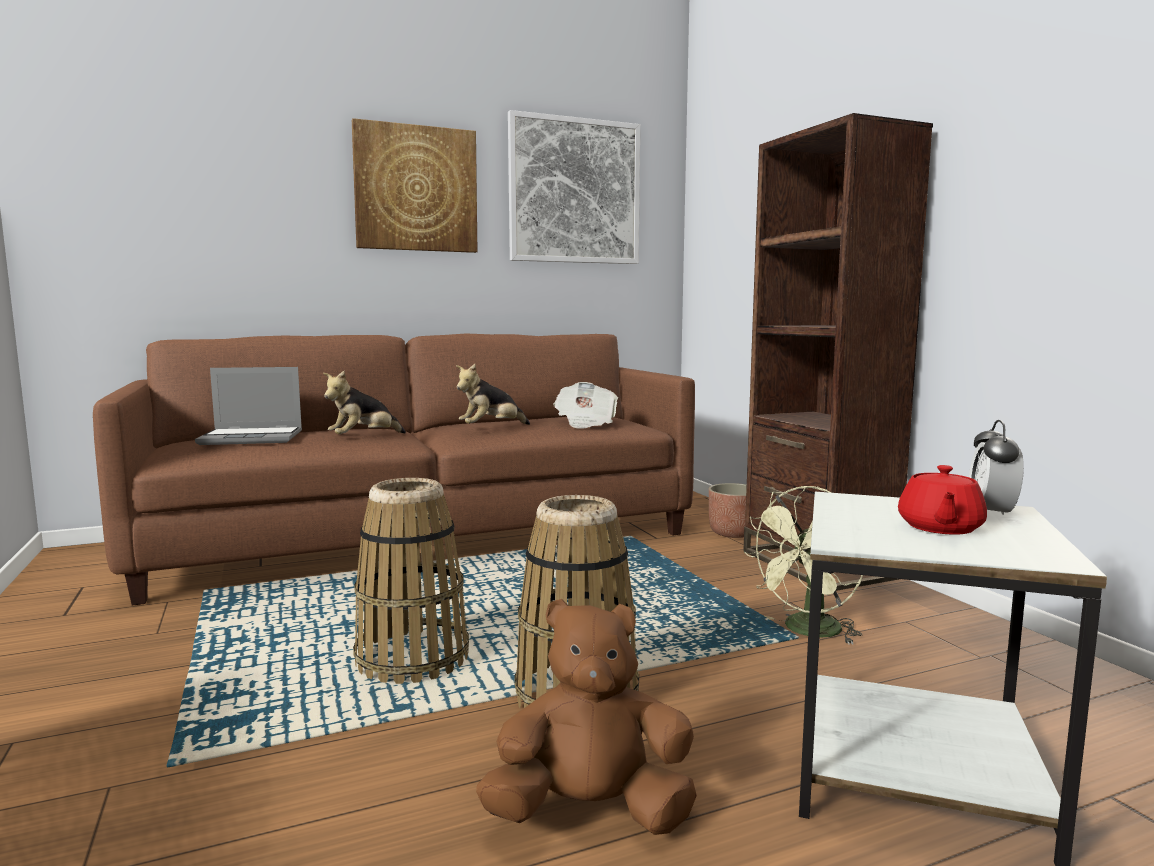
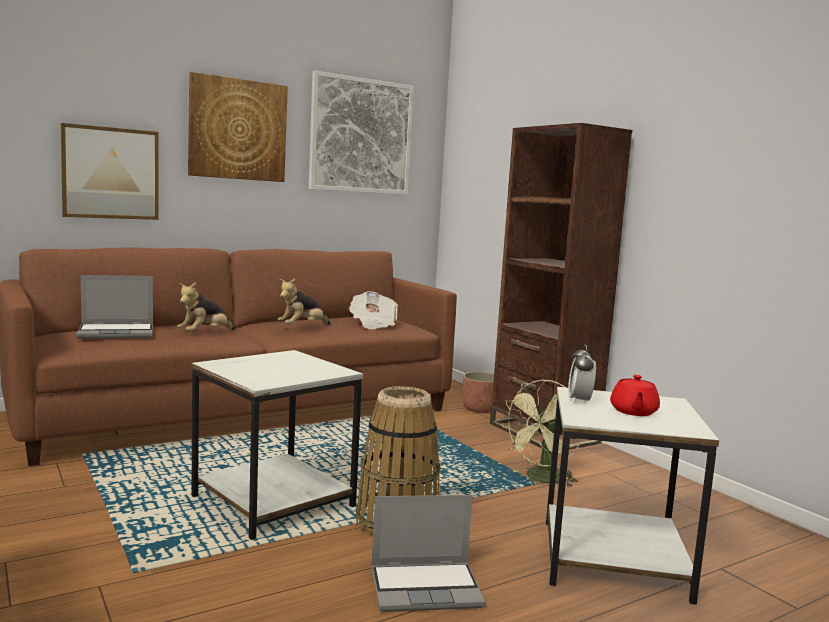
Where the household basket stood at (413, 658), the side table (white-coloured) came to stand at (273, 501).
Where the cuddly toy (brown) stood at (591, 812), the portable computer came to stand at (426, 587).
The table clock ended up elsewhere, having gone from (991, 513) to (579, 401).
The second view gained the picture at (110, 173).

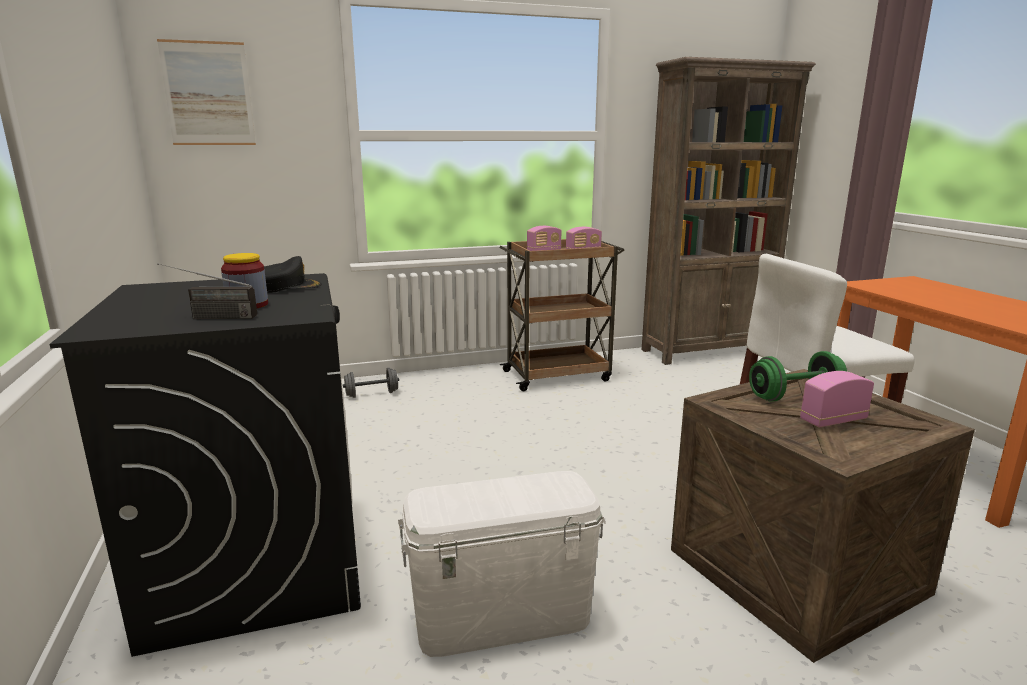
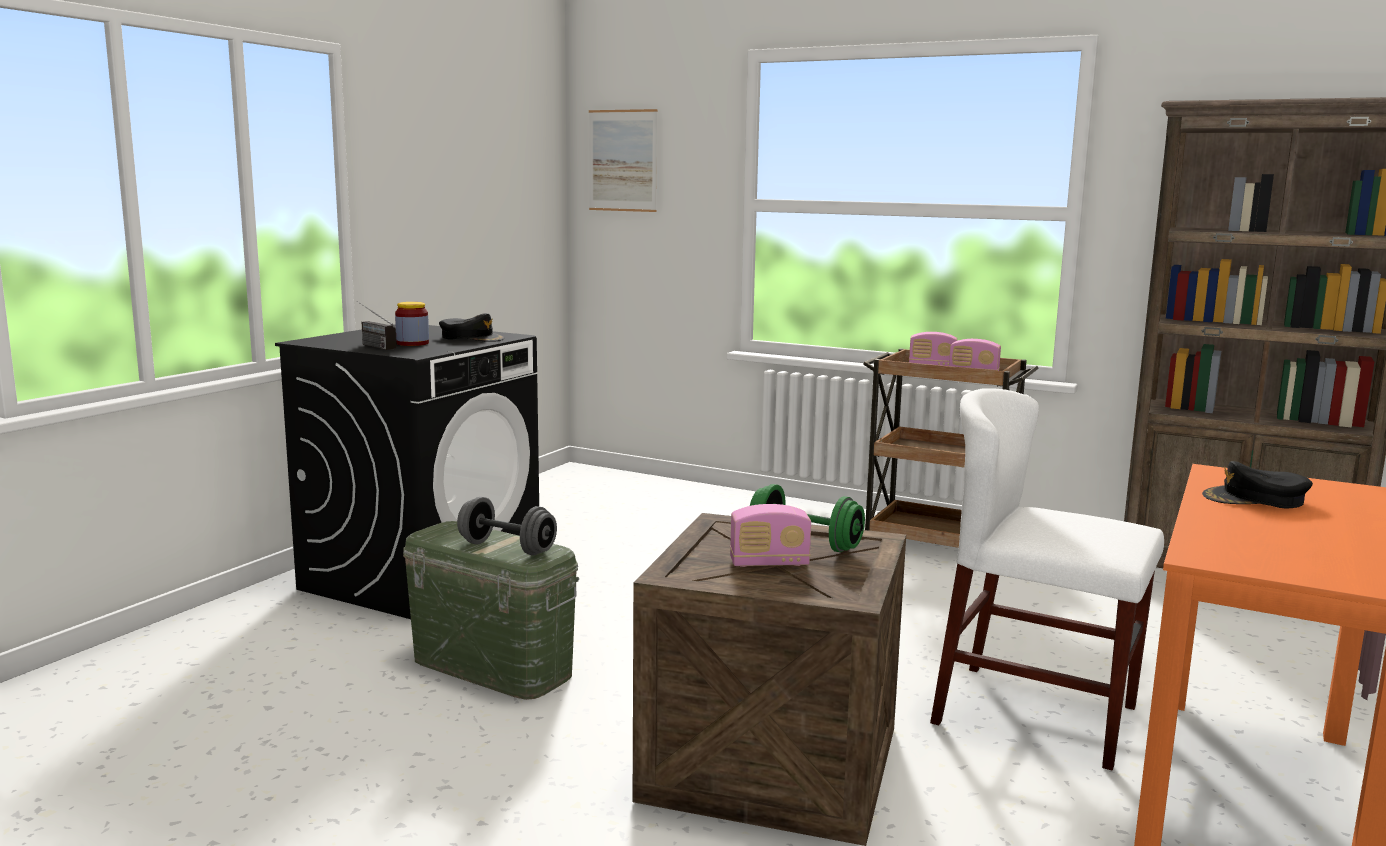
The hand weight (gray) ended up elsewhere, having gone from (372, 394) to (507, 548).
What was the storage bin (white-coloured) at (502, 616) turned into the storage bin (green-coloured) at (492, 667).
The radio receiver at (833, 420) ended up facing another way, 150 degrees clockwise from before.
The second view gained the baseball cap (black-coloured) at (1255, 499).

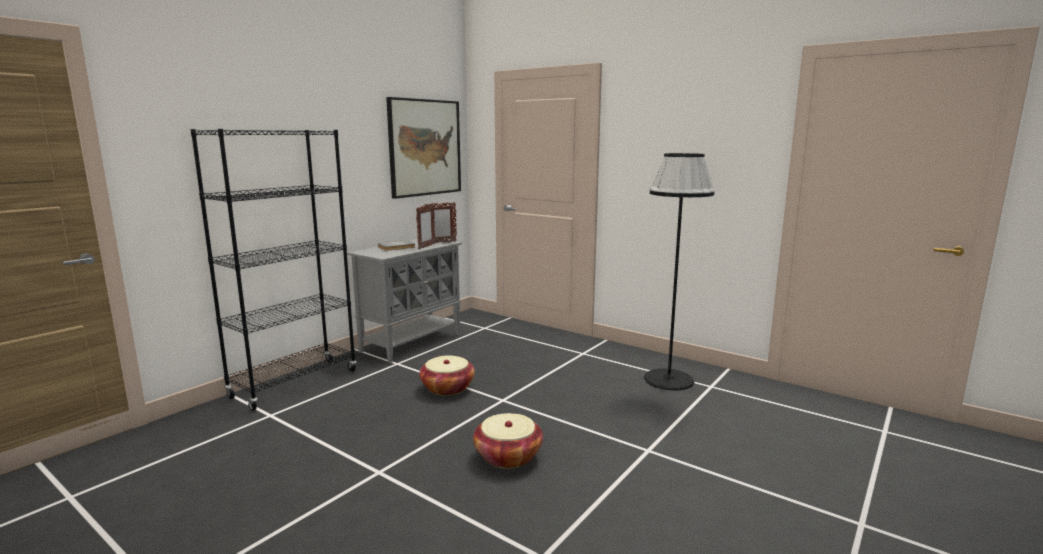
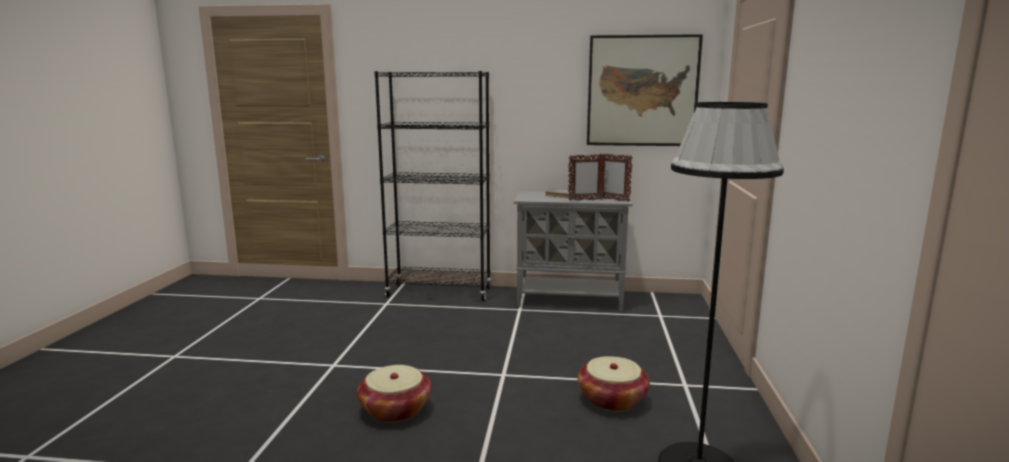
The household basket ended up elsewhere, having gone from (447, 388) to (612, 399).

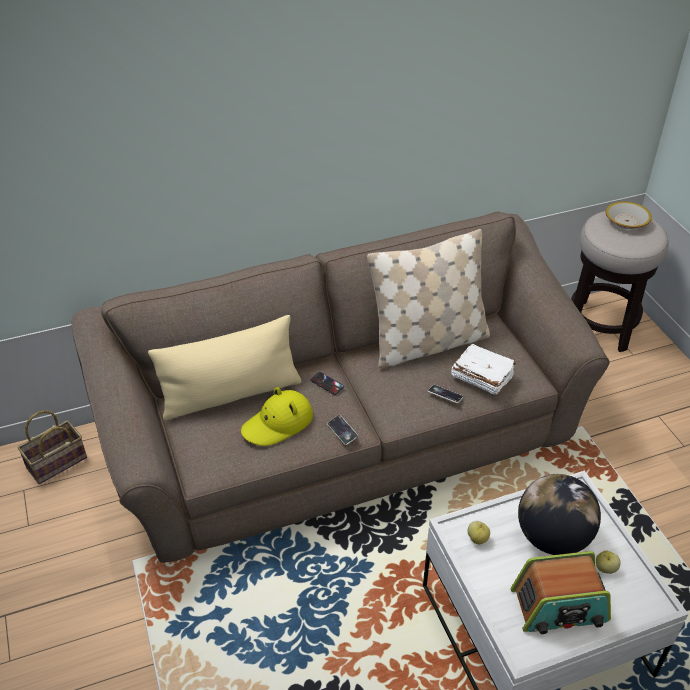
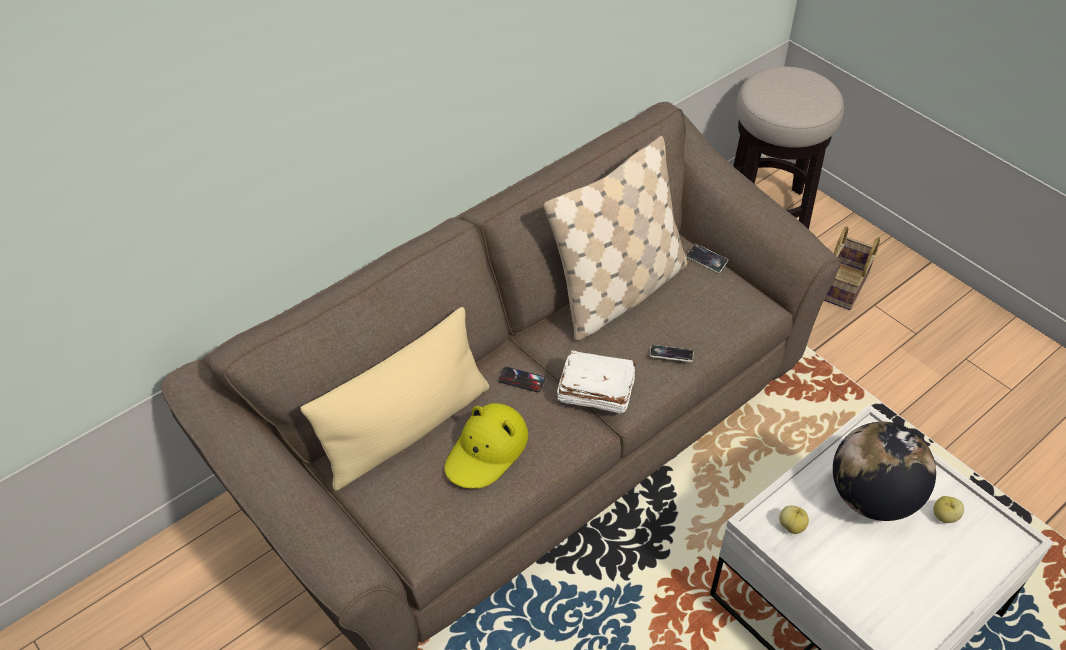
The household basket ended up elsewhere, having gone from (56, 464) to (845, 287).
The handset ended up elsewhere, having gone from (342, 431) to (706, 260).
The volume (white-coloured) ended up elsewhere, having gone from (481, 377) to (595, 391).
The second view lost the radio receiver at (559, 606).
The second view lost the serving bowl at (626, 221).

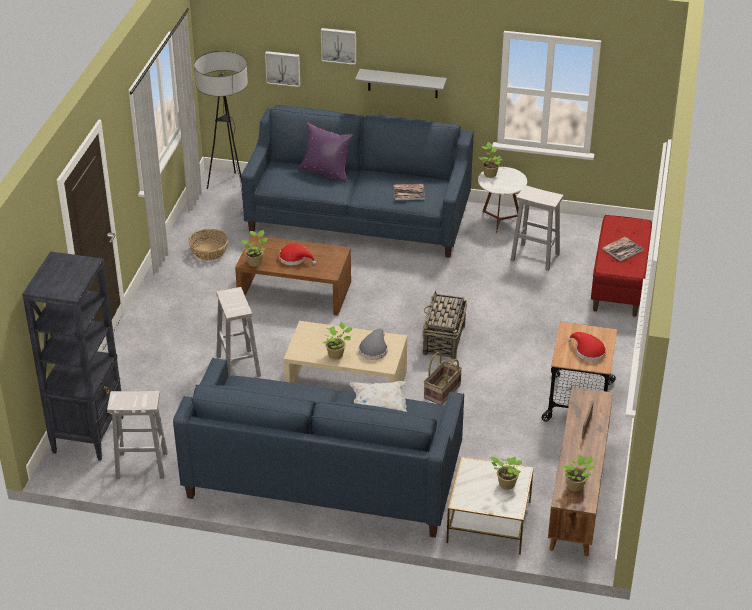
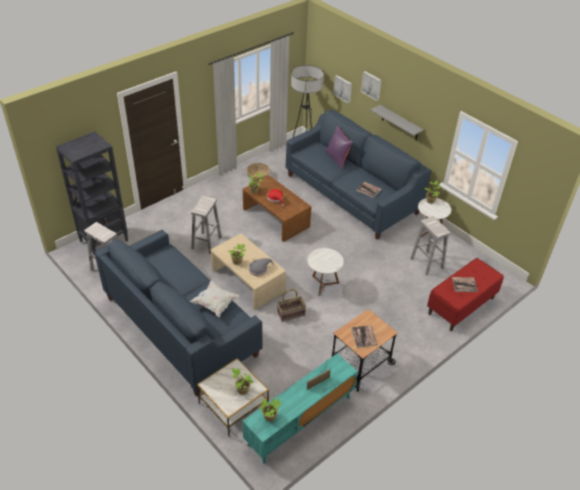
Where the household basket stood at (443, 340), the side table (white-coloured) came to stand at (323, 285).
What was the media console (brown) at (578, 494) turned into the media console (turquoise-coloured) at (300, 421).
Where the hat (red) stood at (588, 351), the volume came to stand at (364, 336).

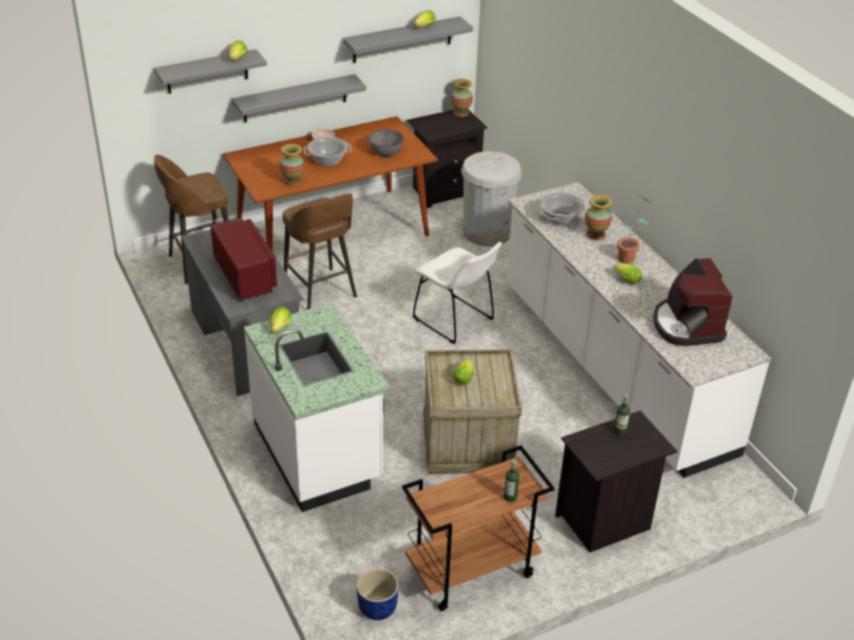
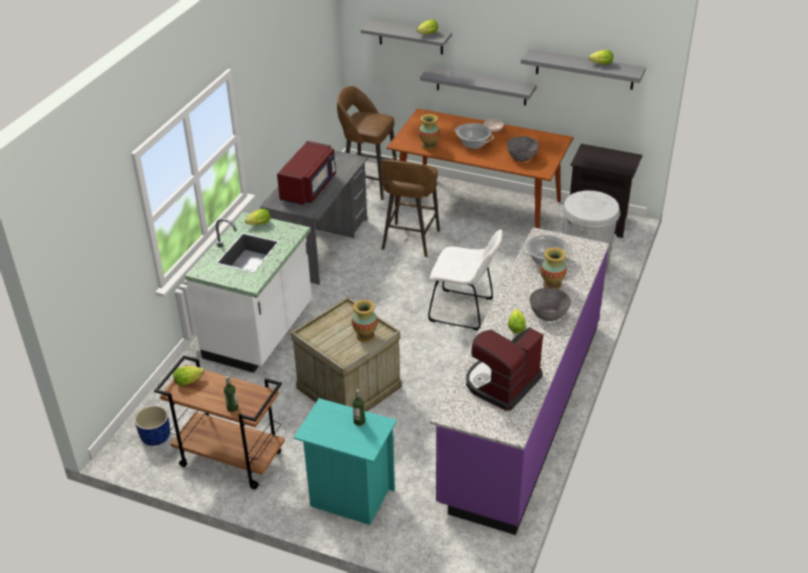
The upright chair (white-coloured) at (456, 321) ended up facing another way, 75 degrees counterclockwise from before.
The vase ended up elsewhere, having gone from (460, 113) to (365, 336).
The lettuce ended up elsewhere, having gone from (463, 378) to (190, 381).
What was the counter (white-coloured) at (612, 368) turned into the counter (purple) at (521, 410).
What was the night table (black-coloured) at (605, 522) turned into the night table (turquoise-coloured) at (349, 497).
Where the houseplant stood at (629, 257), the serving bowl (gray) came to stand at (548, 314).

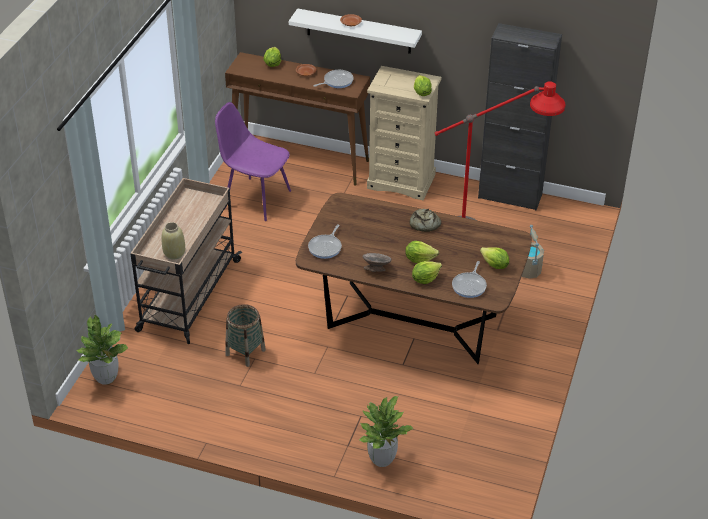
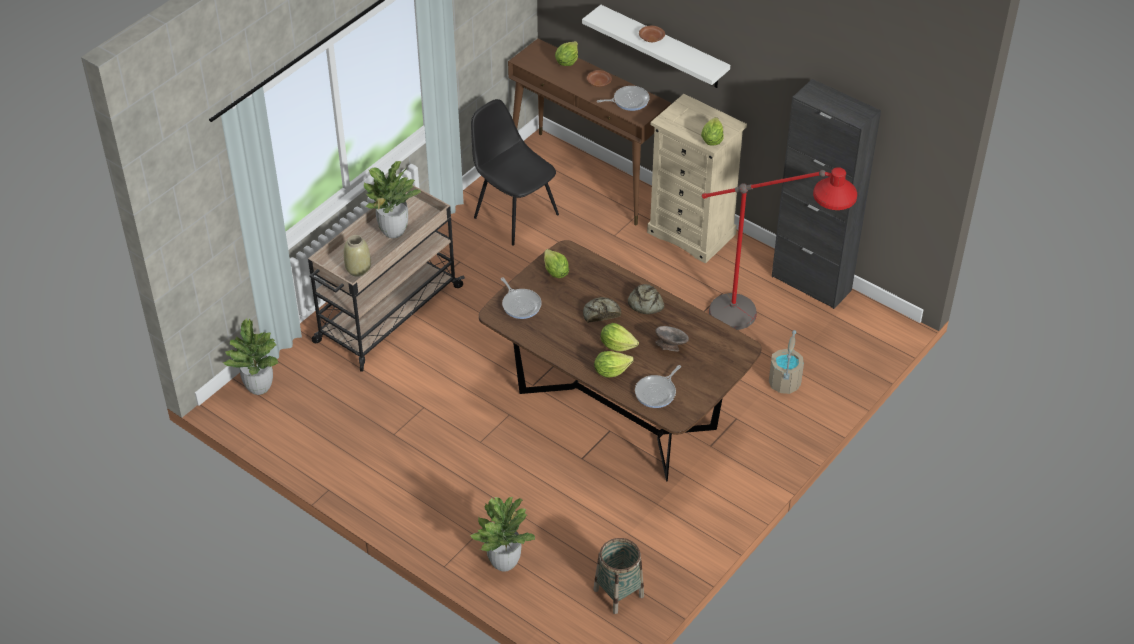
What was the upright chair (purple) at (255, 198) turned into the upright chair (black-coloured) at (514, 215).
The household basket ended up elsewhere, having gone from (245, 352) to (618, 593).
The frying pan at (326, 247) ended up facing another way, 75 degrees counterclockwise from before.
The serving bowl (gray) ended up elsewhere, having gone from (376, 269) to (670, 346).
The lettuce ended up elsewhere, having gone from (494, 265) to (555, 272).
The second view gained the houseplant at (393, 231).
The second view gained the bakery bread at (600, 313).

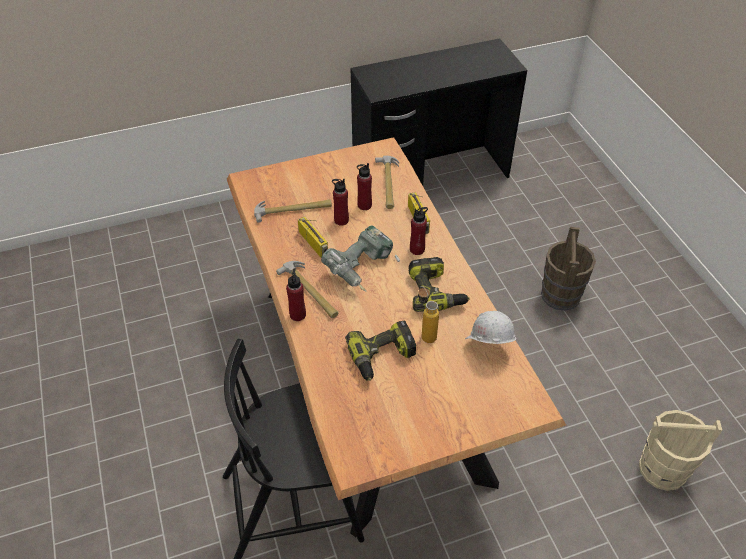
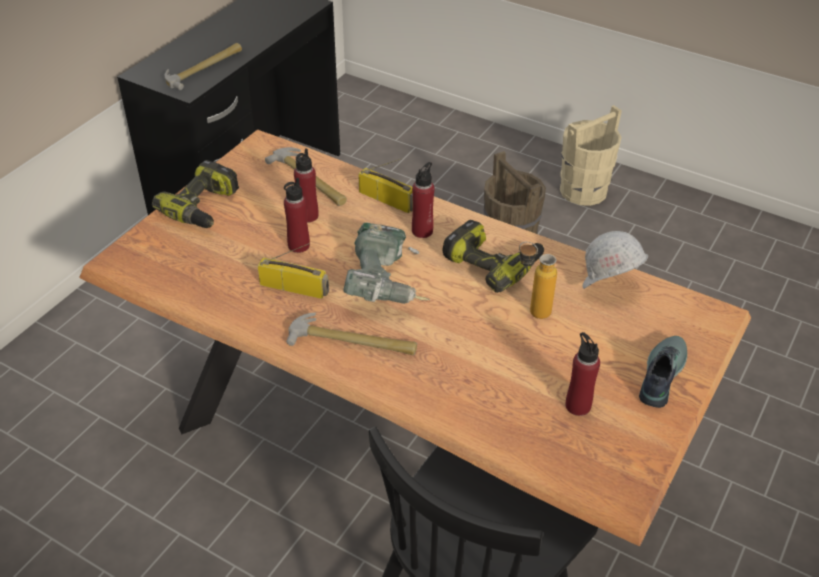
The tool hammer ended up elsewhere, having gone from (293, 210) to (204, 68).
The bottle (red) ended up elsewhere, having gone from (298, 314) to (578, 405).
The electric drill ended up elsewhere, having gone from (382, 357) to (204, 207).
The bucket (beige) ended up elsewhere, having gone from (663, 469) to (583, 191).
The second view gained the shoe at (659, 375).

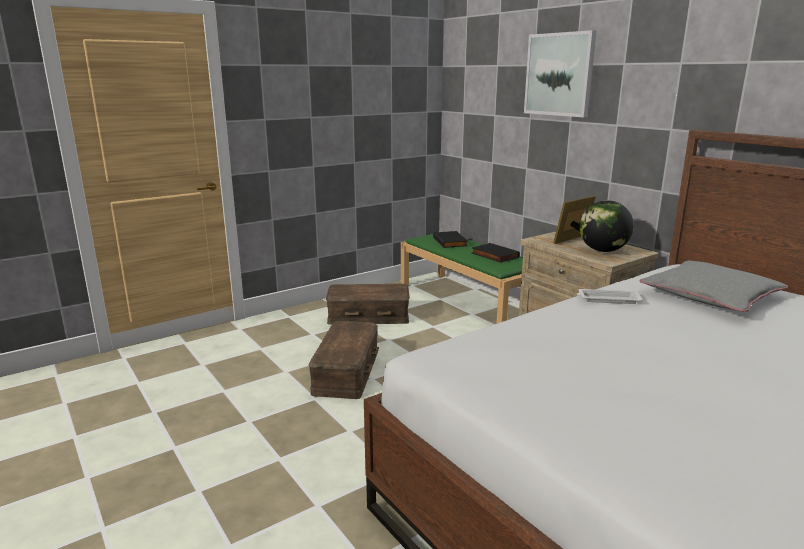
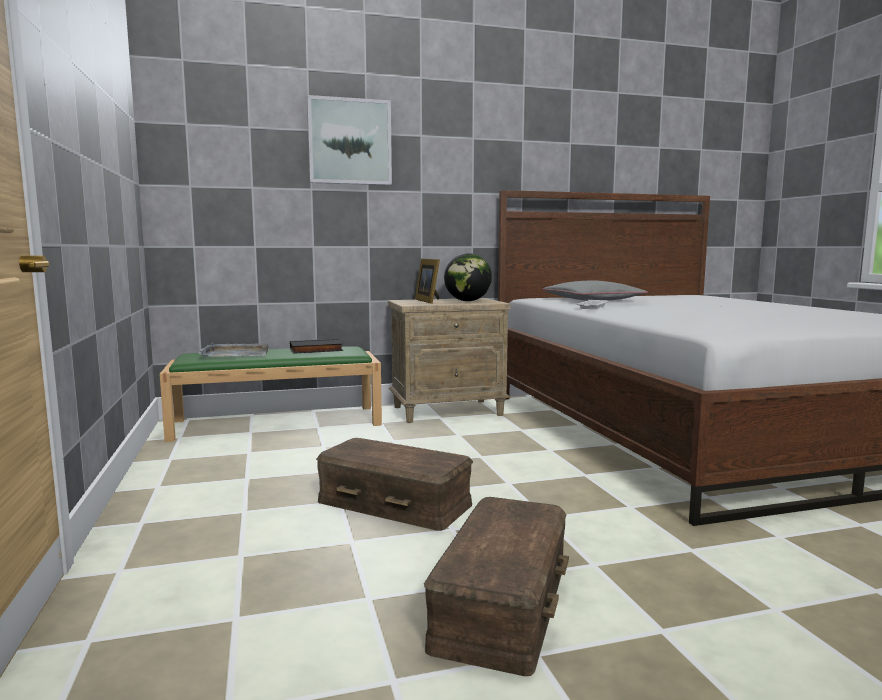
The storage bin (brown) ended up elsewhere, having gone from (368, 315) to (500, 602).
Where the volume (black-coloured) stood at (451, 242), the tray (gray) came to stand at (235, 354).

